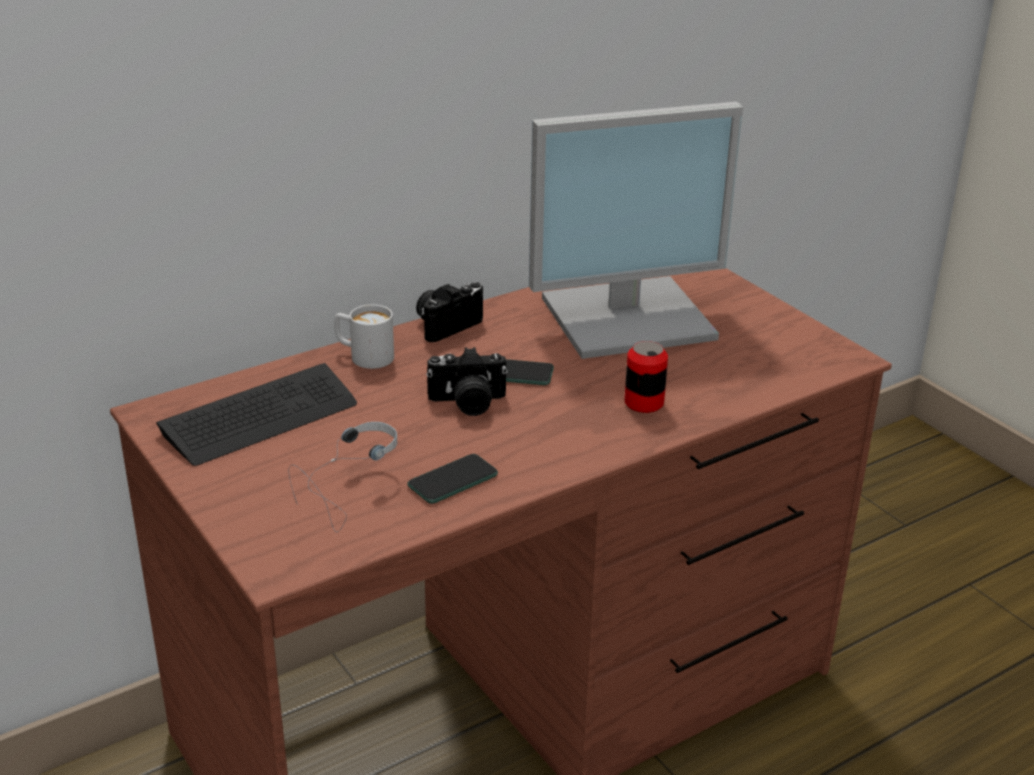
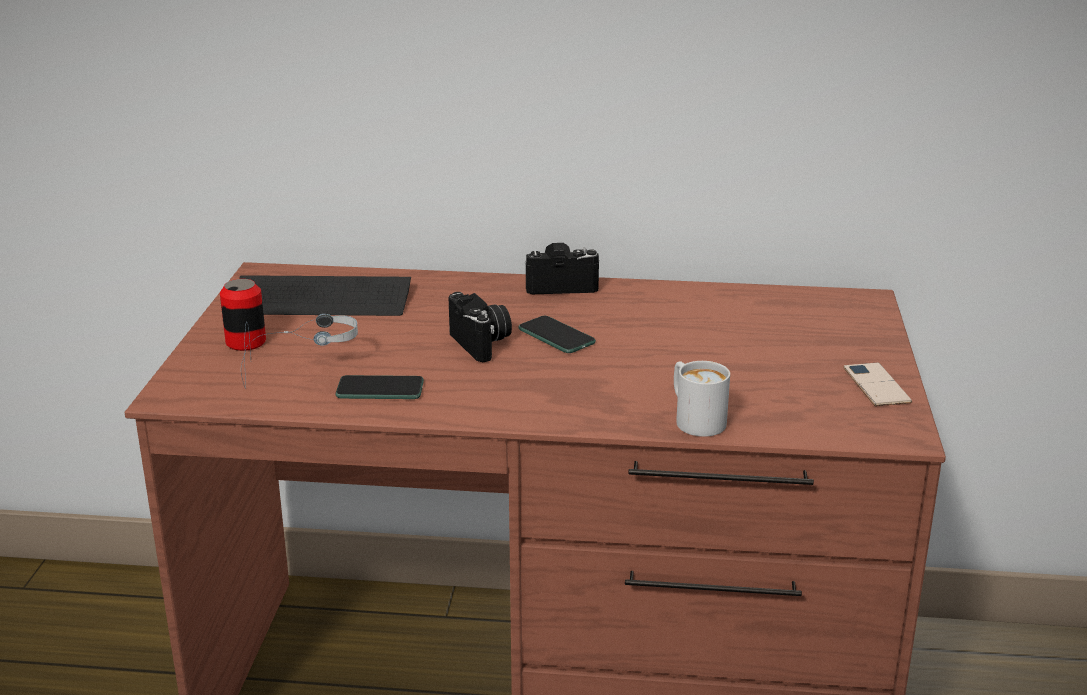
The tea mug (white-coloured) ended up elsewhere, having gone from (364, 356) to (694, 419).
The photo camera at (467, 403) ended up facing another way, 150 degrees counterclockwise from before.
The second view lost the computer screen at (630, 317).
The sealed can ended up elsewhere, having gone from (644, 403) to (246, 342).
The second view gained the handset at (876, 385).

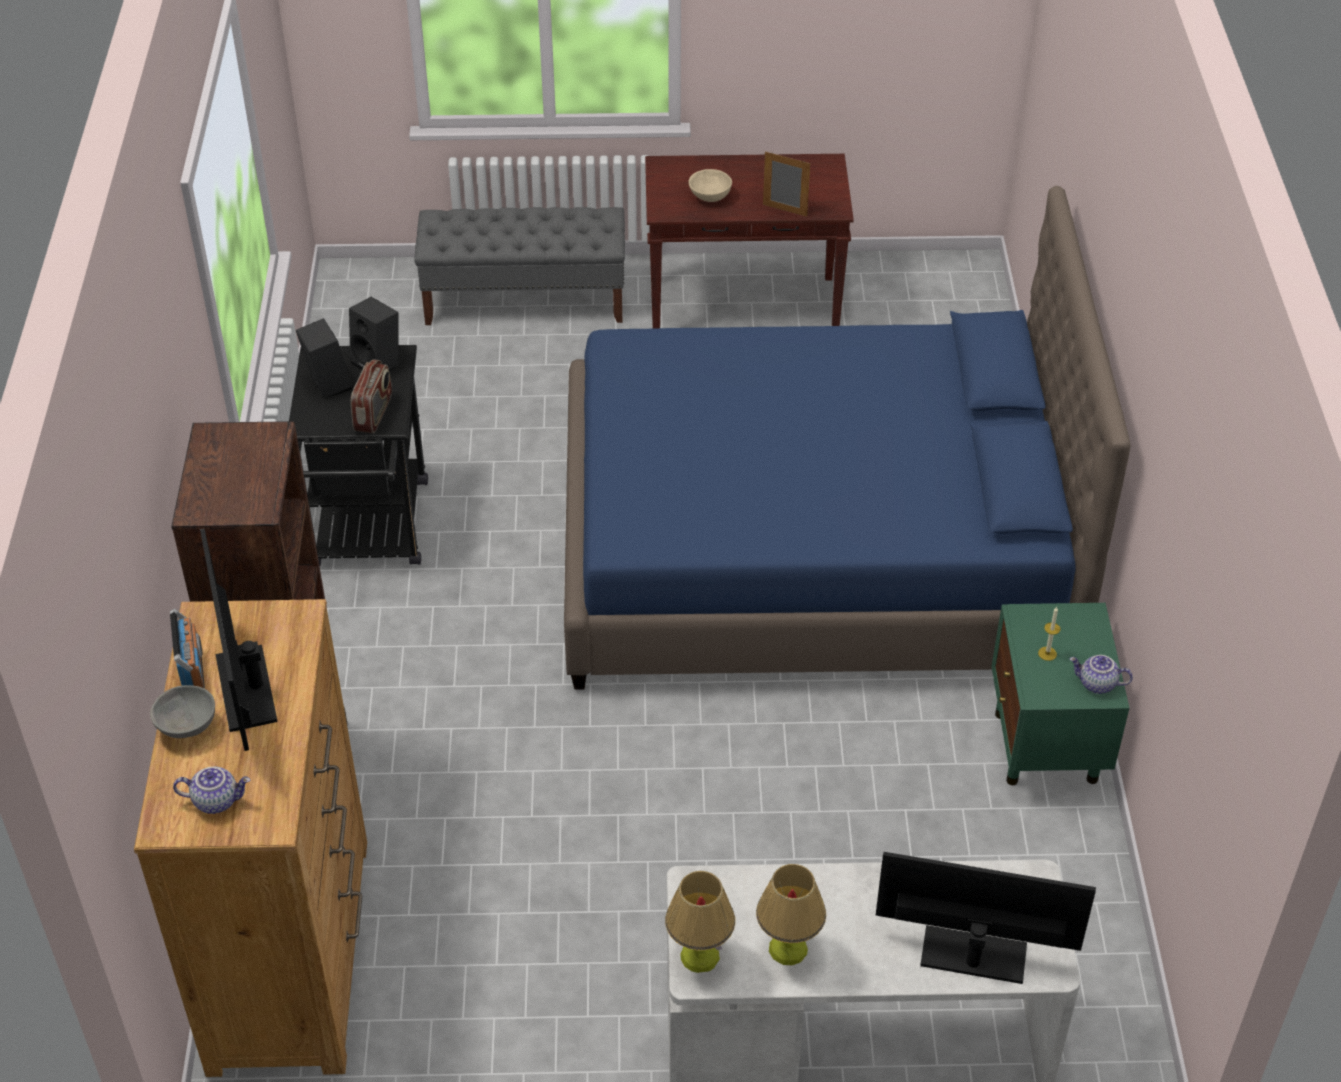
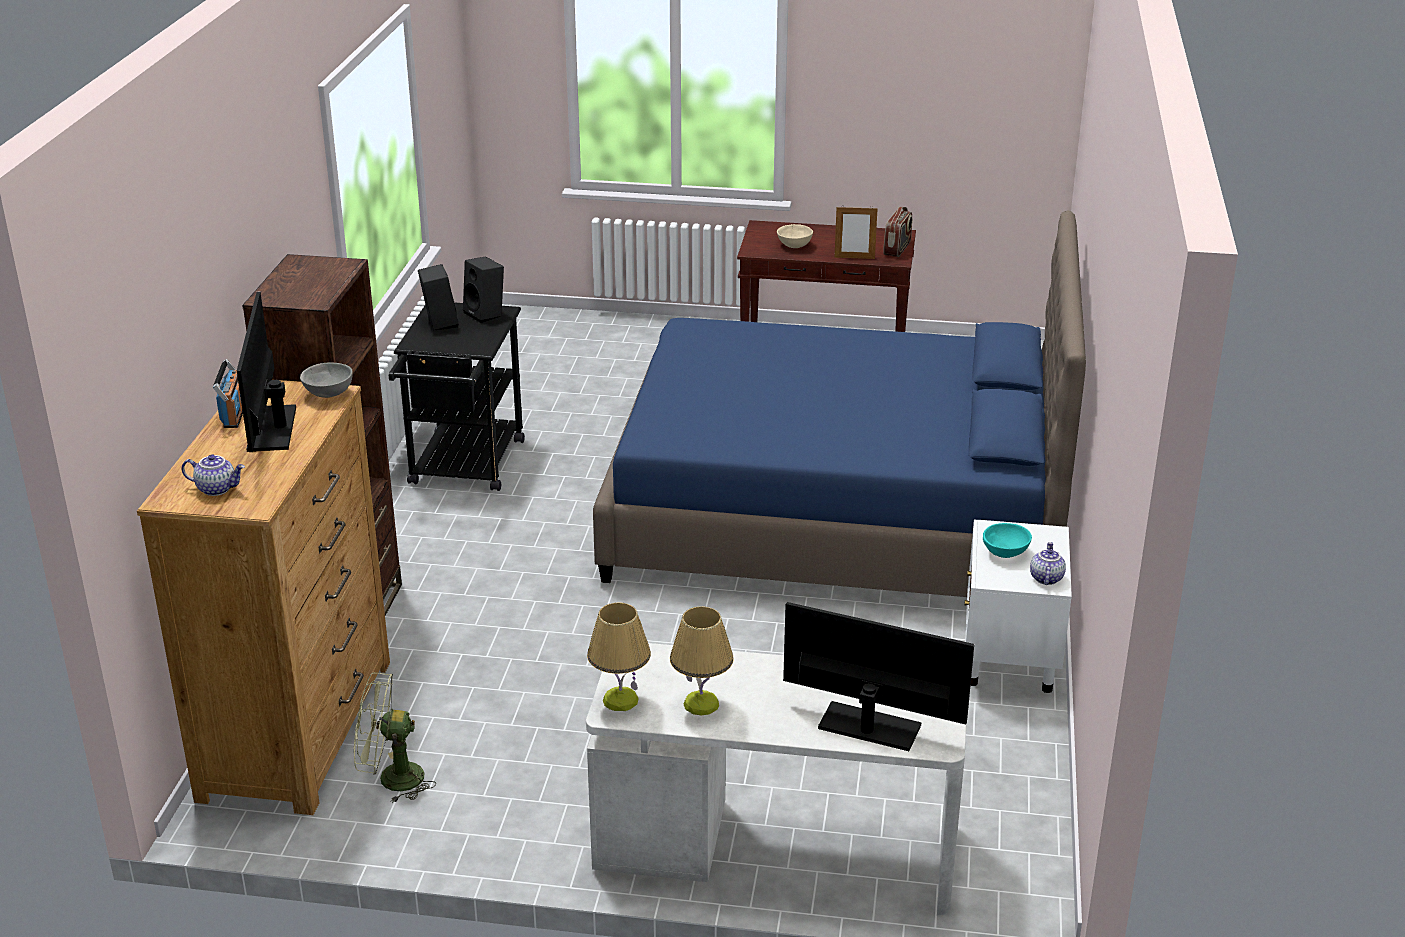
The serving bowl (gray) ended up elsewhere, having gone from (187, 727) to (328, 395).
The radio receiver ended up elsewhere, having gone from (374, 414) to (897, 248).
The second view lost the long seat (gray) at (525, 300).
The standing frame at (784, 210) ended up facing another way, 150 degrees clockwise from before.
What was the night table (green-coloured) at (1046, 748) turned into the night table (white-coloured) at (1010, 664).
Where the candle stood at (1047, 653), the serving bowl (turquoise-coloured) came to stand at (1006, 554).
The tea pot at (1097, 684) ended up facing another way, 75 degrees clockwise from before.
The second view gained the fan (green-coloured) at (391, 779).

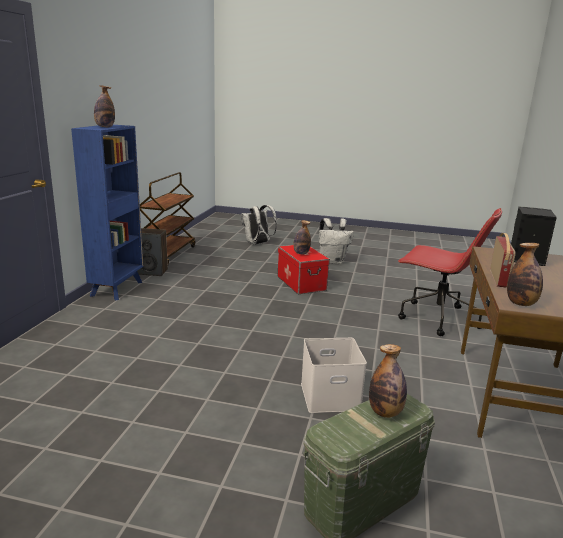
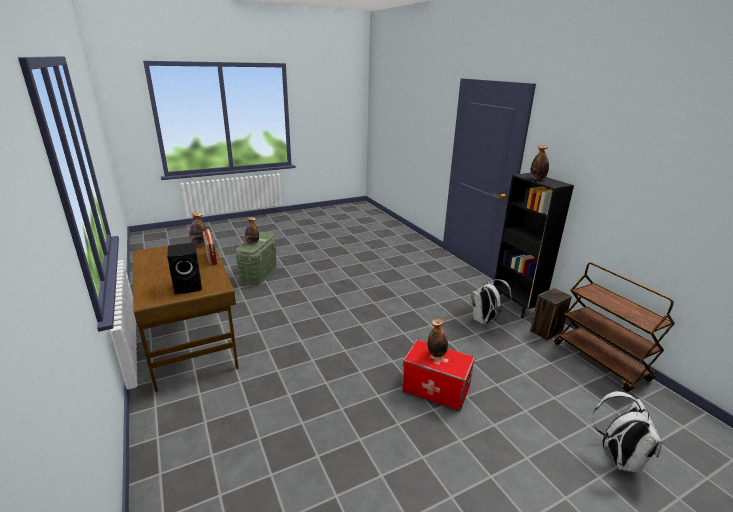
What was the bookshelf (blue-coloured) at (118, 288) turned into the bookshelf (black-coloured) at (516, 306).
The second view lost the storage bin (white-coloured) at (329, 397).
The rucksack (white-coloured) ended up elsewhere, having gone from (332, 261) to (484, 321).
The second view lost the computer chair (red) at (436, 318).

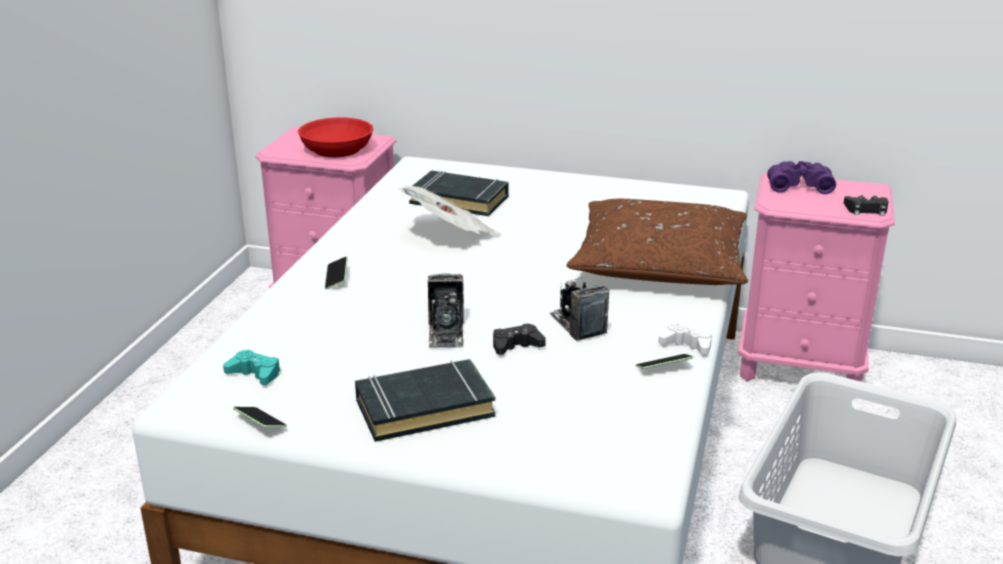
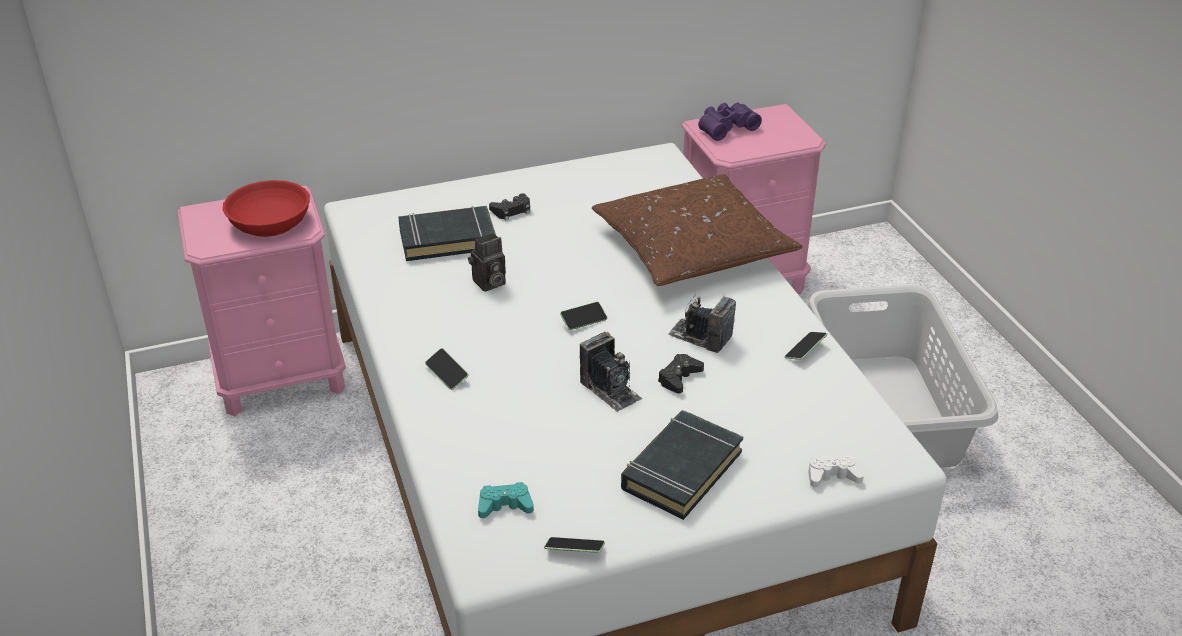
Where the daily paper stood at (450, 235), the photo camera came to stand at (488, 283).
The game controller (white-coloured) ended up elsewhere, having gone from (687, 344) to (832, 475).
The game controller (black-coloured) ended up elsewhere, having gone from (866, 210) to (512, 211).
The second view gained the handset at (583, 321).

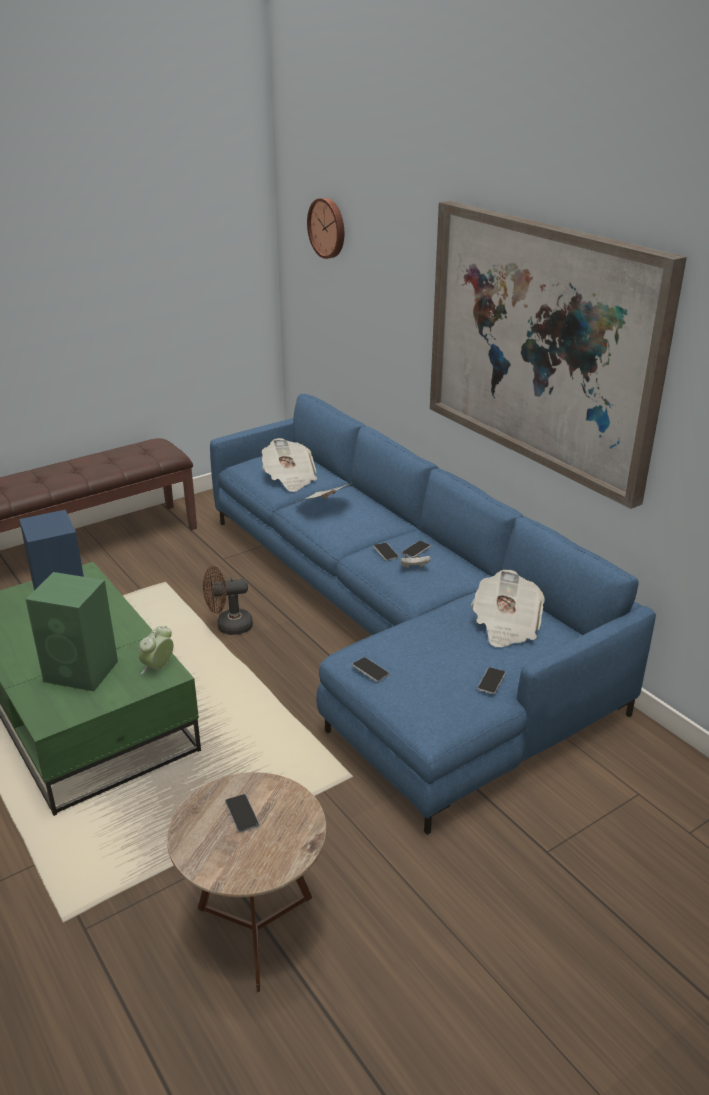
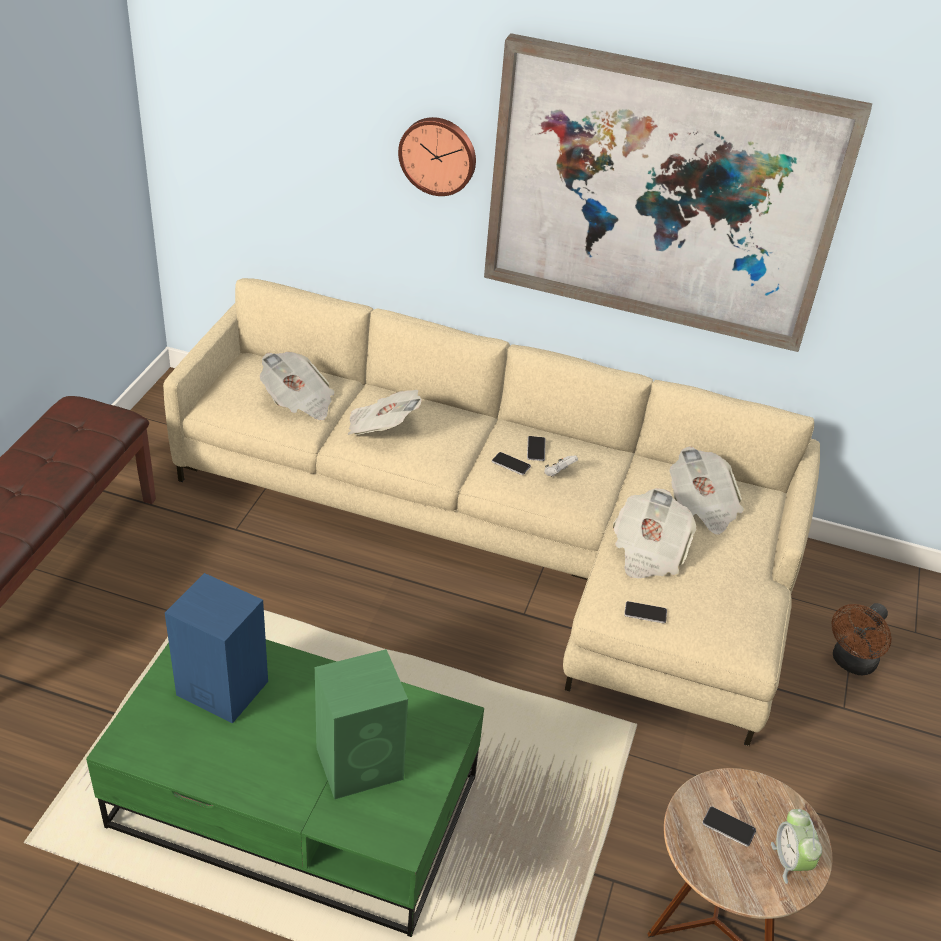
The table clock ended up elsewhere, having gone from (158, 667) to (790, 861).
The fan (brown) ended up elsewhere, having gone from (228, 626) to (851, 663).
What was the sofa (blue-coloured) at (394, 626) turned into the sofa (beige) at (507, 536).
The hanging clock ended up elsewhere, having gone from (328, 228) to (438, 155).
The second view lost the handset at (491, 681).
The second view gained the daily paper at (648, 552).

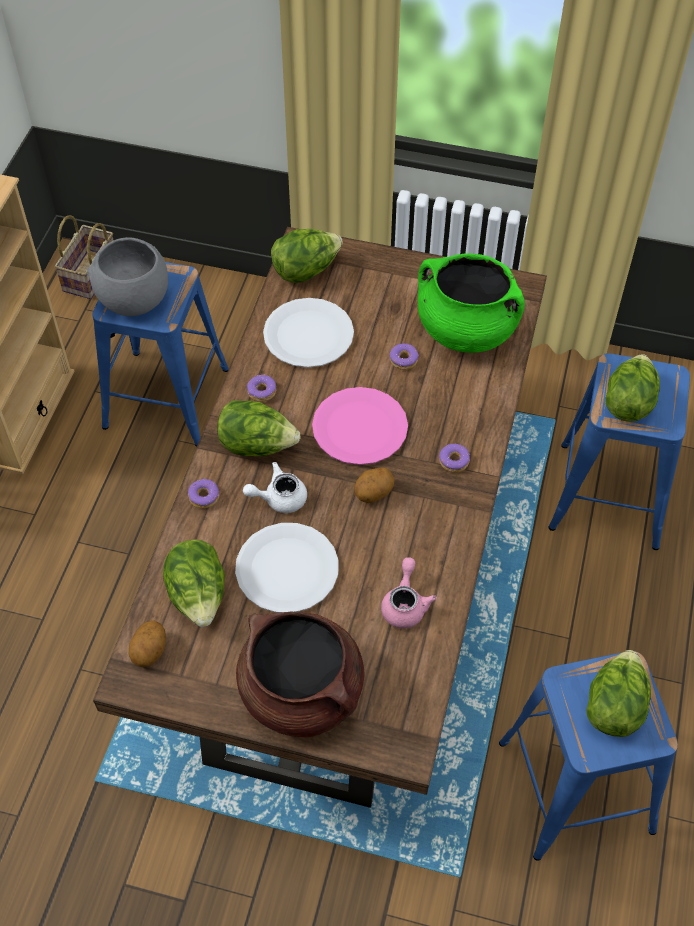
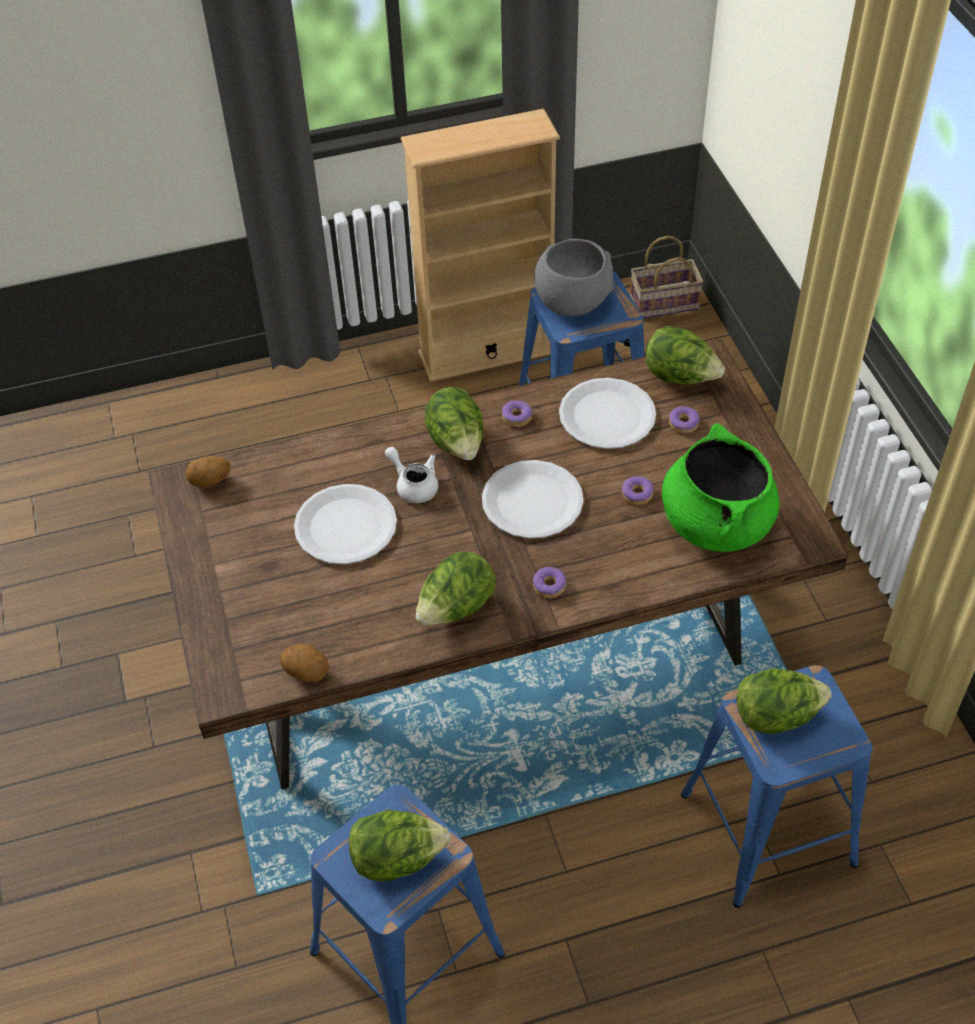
The lettuce ended up elsewhere, having gone from (199, 596) to (456, 609).
The donut ended up elsewhere, having gone from (204, 496) to (683, 423).
The second view lost the saucepot (brown) at (302, 692).
What was the plate (pink) at (360, 428) turned into the plate (white-coloured) at (532, 502).
The spud ended up elsewhere, having gone from (373, 493) to (307, 672).
The second view lost the tea pot (pink) at (405, 604).

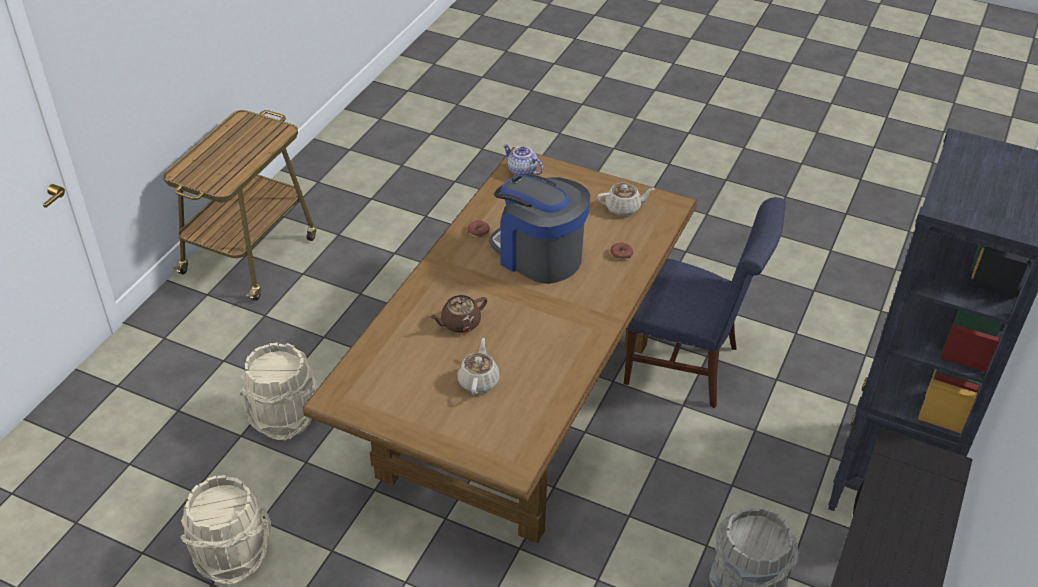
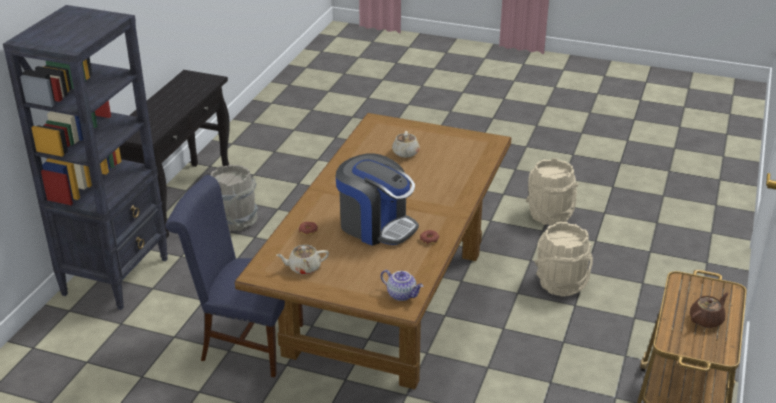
The tea pot (brown) ended up elsewhere, having gone from (460, 323) to (706, 320).

